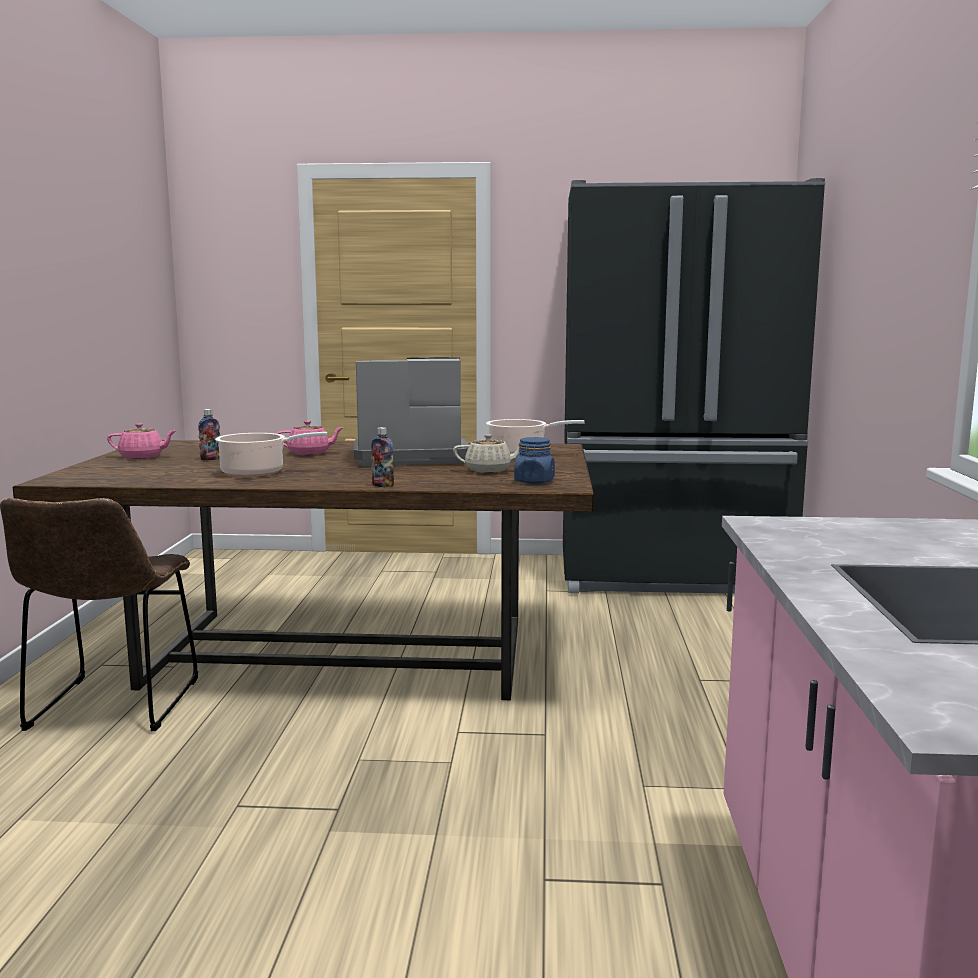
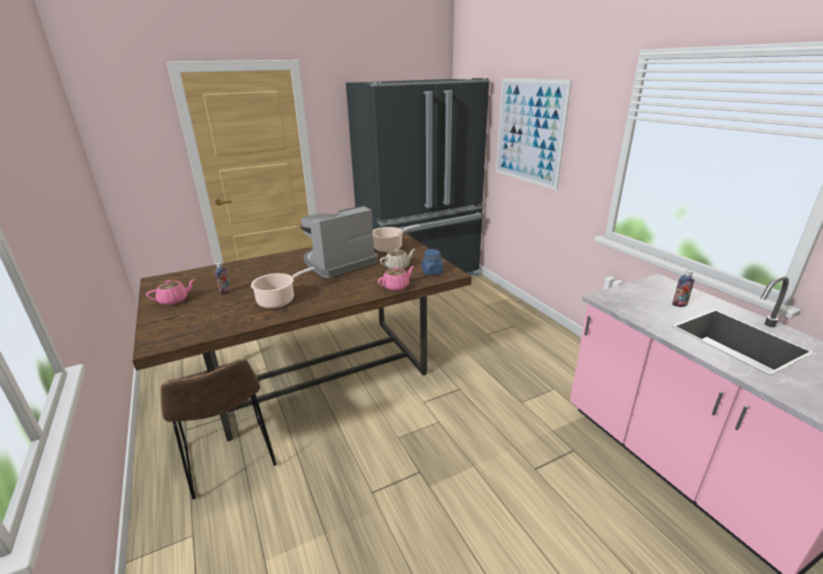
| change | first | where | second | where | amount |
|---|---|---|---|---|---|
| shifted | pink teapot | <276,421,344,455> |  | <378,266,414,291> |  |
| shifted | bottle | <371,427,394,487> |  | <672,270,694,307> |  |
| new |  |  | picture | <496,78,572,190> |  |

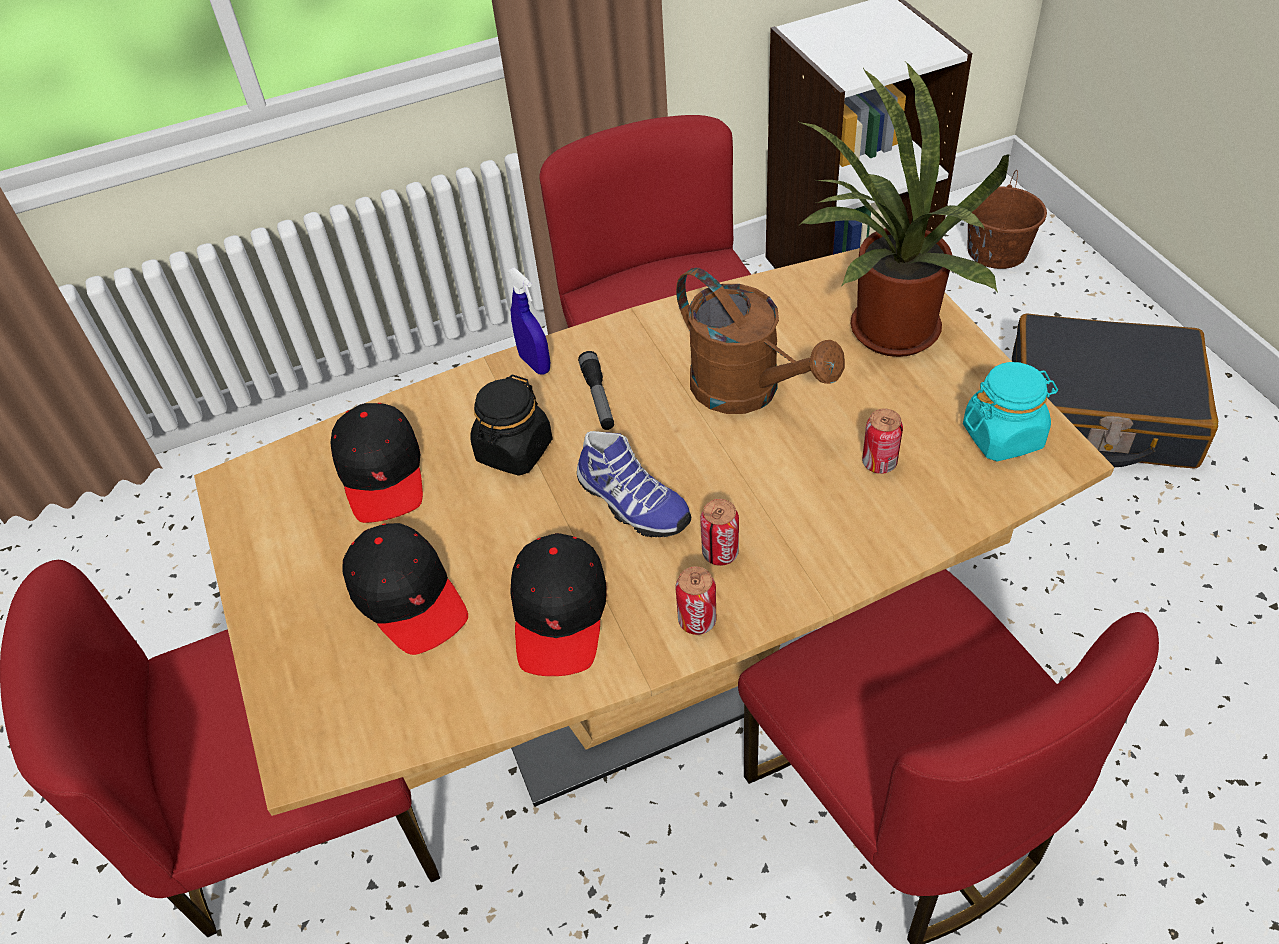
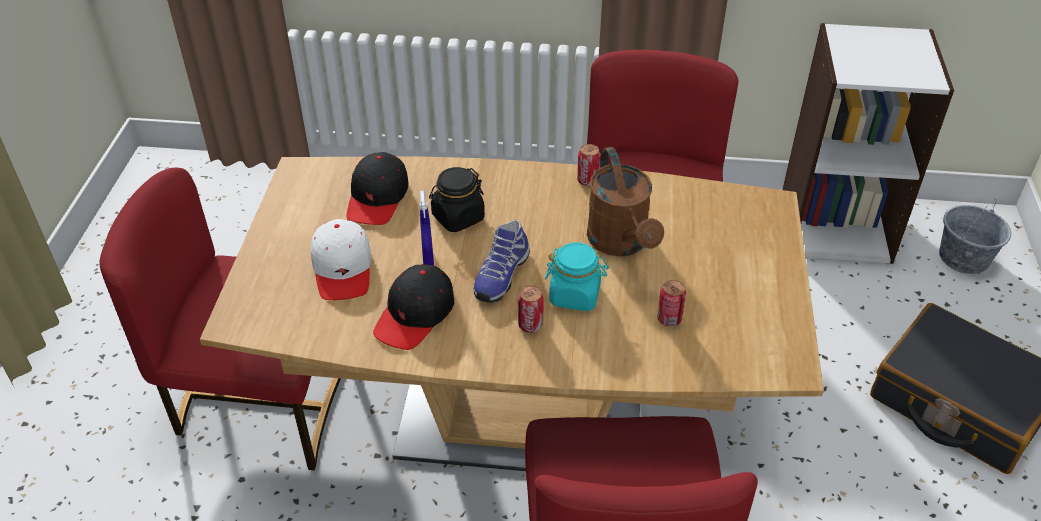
| change | first | where | second | where | amount |
|---|---|---|---|---|---|
| repainted | black cap | <342,523,468,655> | white cap | <311,219,371,300> |  |
| shifted | blue spray bottle | <508,268,550,374> |  | <420,190,434,266> |  |
| rotated | shoe | <577,431,691,537> |  | <474,220,530,303> | 45 degrees clockwise |
| gone | flashlight | <578,351,614,430> |  |  |  |
| shifted | can | <675,566,716,635> |  | <577,144,601,186> |  |
| gone | potted plant | <800,62,1009,357> |  |  |  |
| shifted | turquoise jar | <963,362,1058,461> |  | <545,242,609,311> |  |
| repainted | brown bucket | <968,170,1047,269> | grey bucket | <939,198,1011,274> |  |

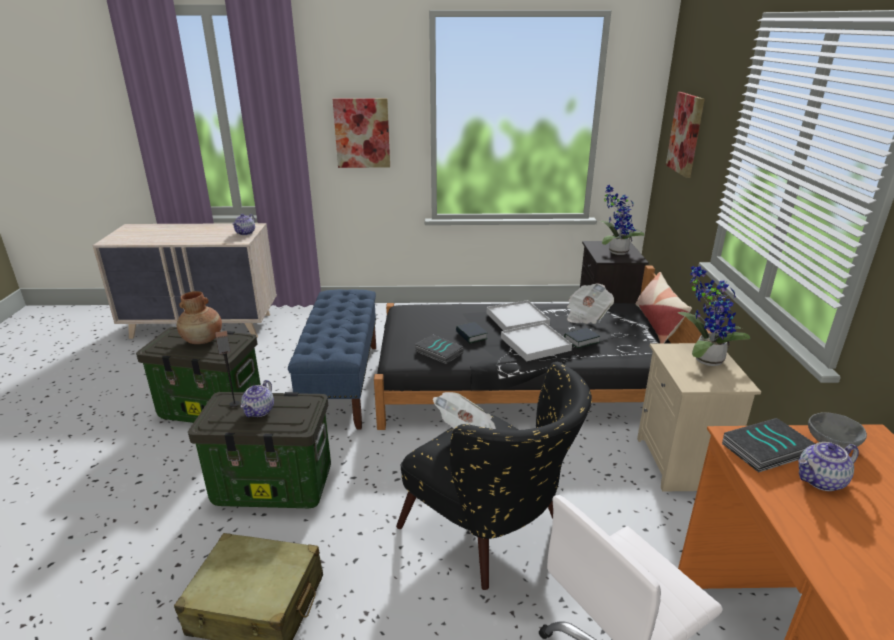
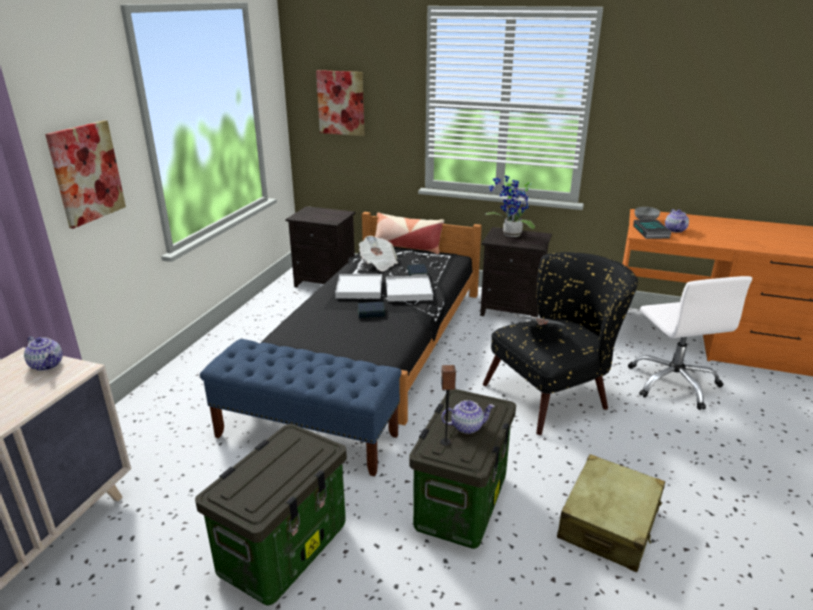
| change | first | where | second | where | amount |
|---|---|---|---|---|---|
| gone | brown vase | <177,291,222,344> |  |  |  |
| rotated | teapot | <240,380,274,417> |  | <441,400,495,434> | 45 degrees counterclockwise |
| gone | book | <414,335,464,364> |  |  |  |
| gone | potted plant | <600,185,644,255> |  |  |  |
| repainted | beige nightstand | <637,343,761,492> | black nightstand | <480,227,552,321> |  |

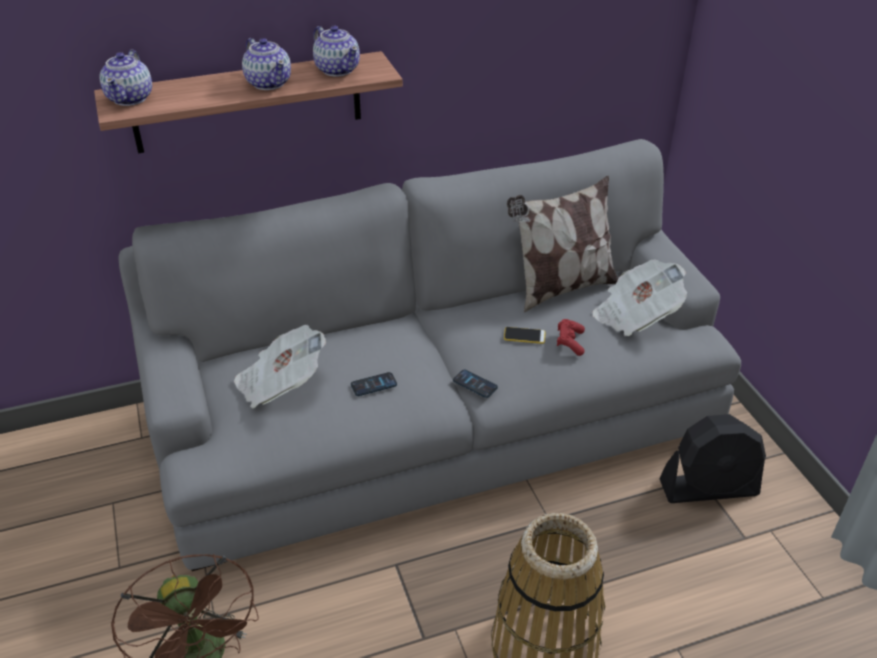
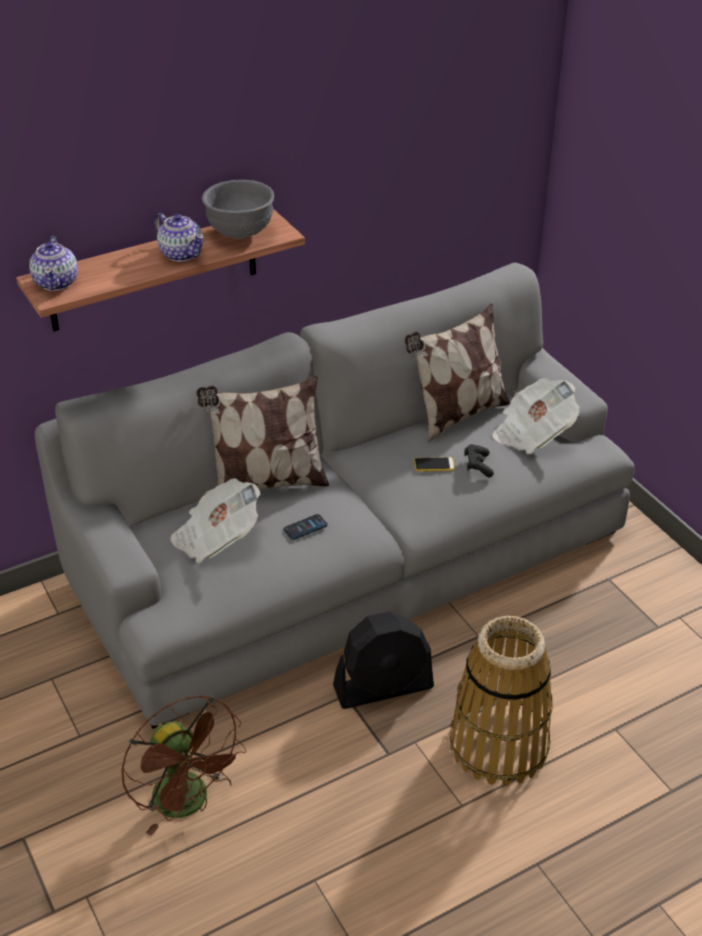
| change | first | where | second | where | amount |
|---|---|---|---|---|---|
| swapped | teapot | <313,26,360,77> | grey bowl | <202,180,274,239> |  |
| gone | phone | <453,369,498,398> |  |  |  |
| repainted | red game controller | <557,319,585,356> | black game controller | <464,444,494,477> |  |
| shifted | black fan | <659,414,766,503> |  | <333,611,434,709> |  |
| new |  |  | pillow | <197,375,329,490> |  |

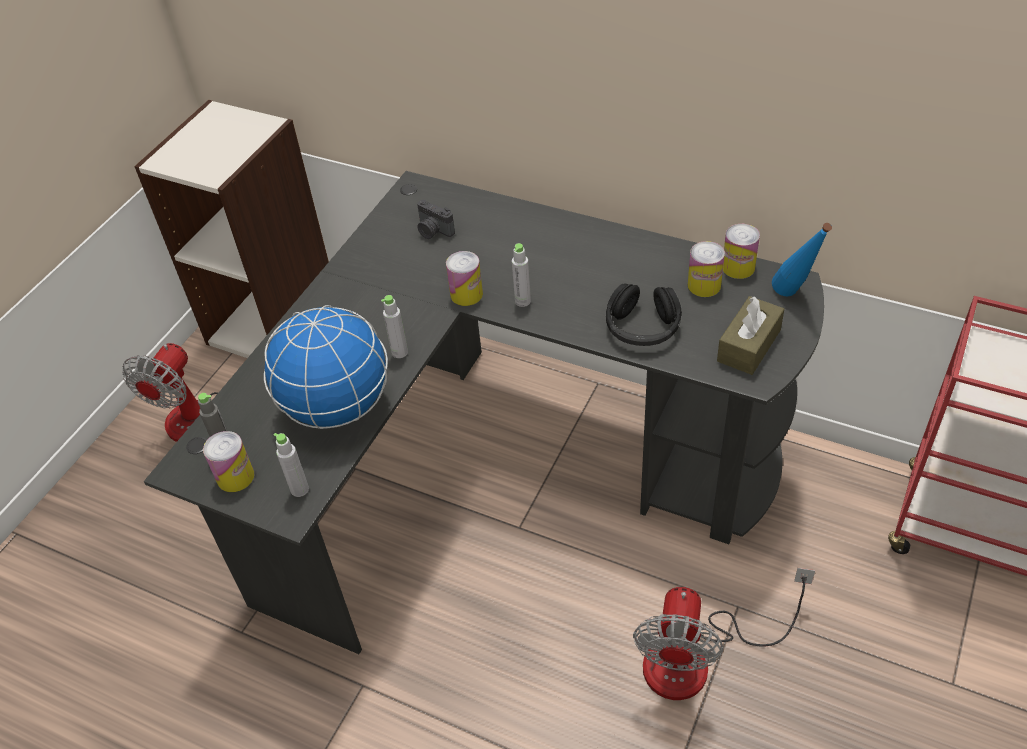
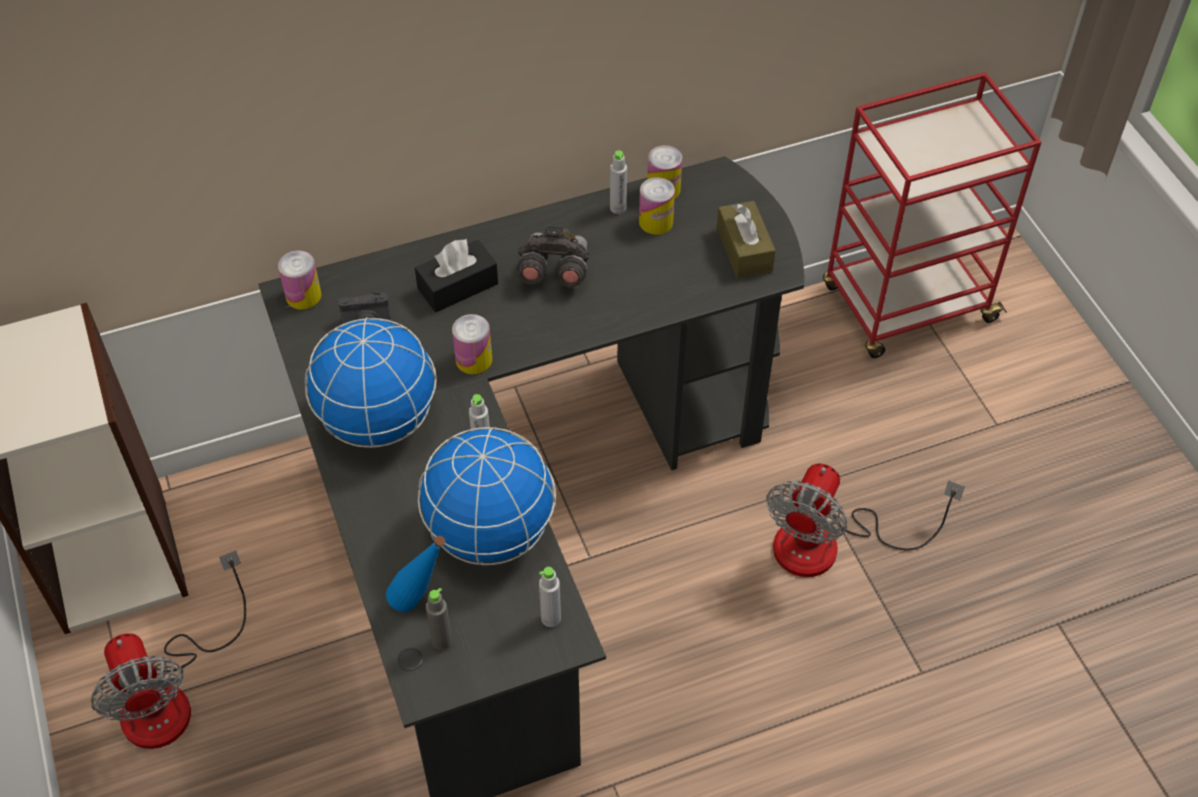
| change | first | where | second | where | amount |
|---|---|---|---|---|---|
| shifted | can | <203,431,254,492> |  | <278,251,322,309> |  |
| shifted | grey bottle | <512,243,531,307> |  | <610,150,627,214> |  |
| gone | black headphones | <606,283,682,346> |  |  |  |
| rotated | fan | <633,568,815,700> |  | <766,463,965,577> | 60 degrees clockwise |
| shifted | blue bottle | <772,223,832,296> |  | <386,536,445,612> |  |
| new |  |  | globe | <305,317,437,448> |  |
| new |  |  | black tissue box | <415,239,498,312> |  |
| new |  |  | grey binoculars | <517,226,589,288> |  |

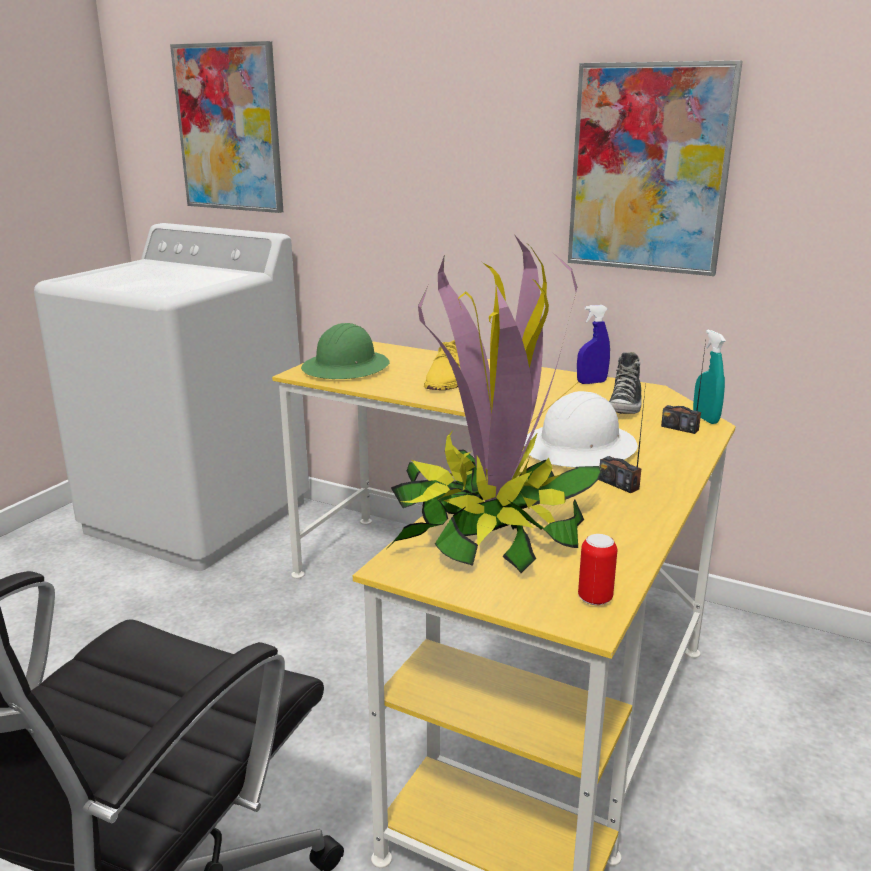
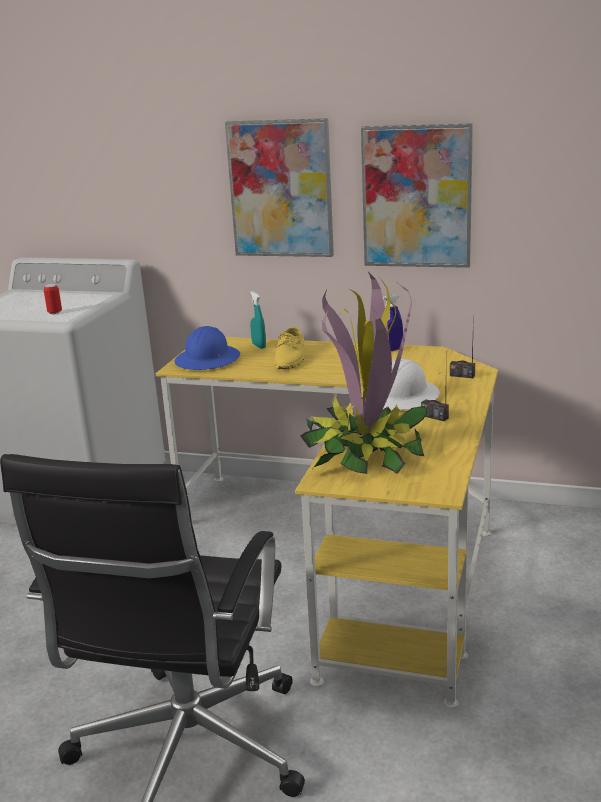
| change | first | where | second | where | amount |
|---|---|---|---|---|---|
| shifted | picture | <170,41,283,213> |  | <225,118,334,257> |  |
| repainted | green hard hat | <301,323,390,379> | blue hard hat | <175,326,240,370> |  |
| shifted | can | <578,534,617,605> |  | <44,284,62,314> |  |
| gone | shoe | <609,352,642,414> |  |  |  |
| shifted | turquoise spray bottle | <693,330,726,424> |  | <250,291,266,349> |  |

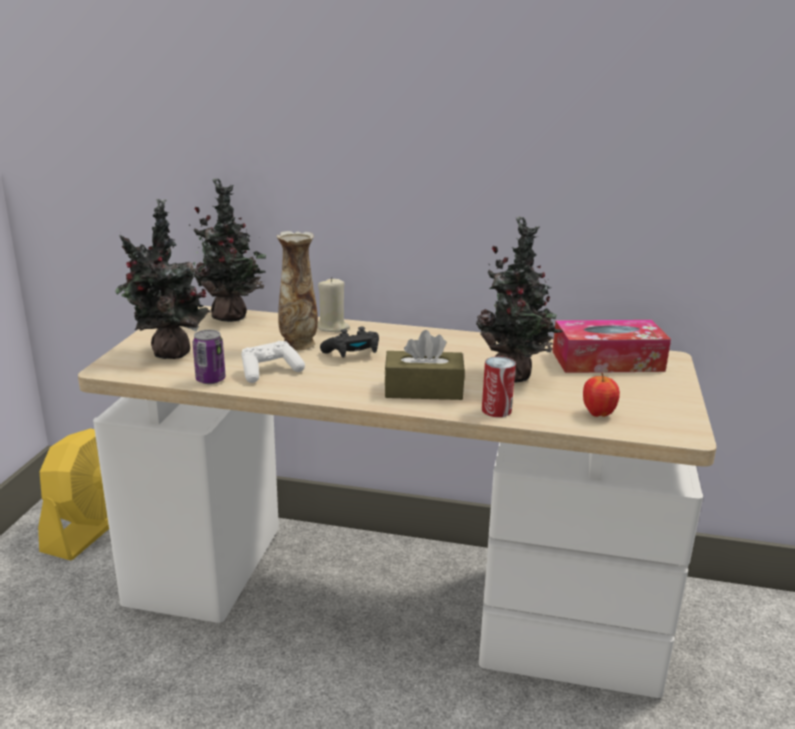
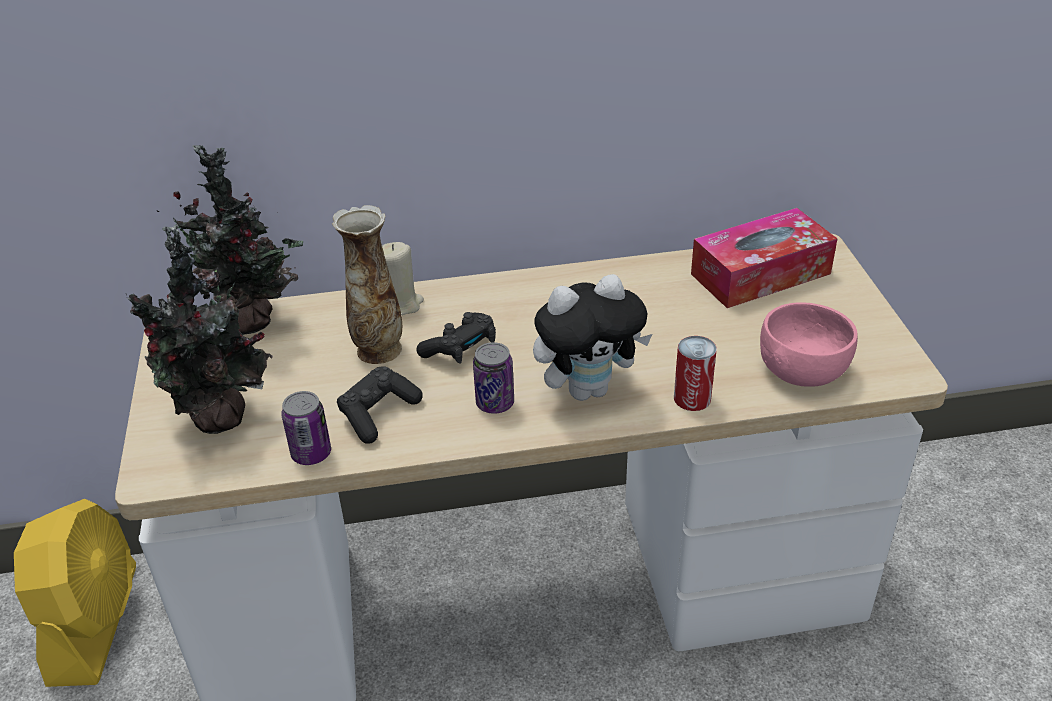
| change | first | where | second | where | amount |
|---|---|---|---|---|---|
| repainted | white game controller | <241,341,305,383> | black game controller | <337,366,423,444> |  |
| swapped | brown tissue box | <384,330,465,400> | plush toy | <533,274,652,401> |  |
| gone | potted plant | <476,216,563,382> |  |  |  |
| swapped | apple | <583,373,620,417> | pink bowl | <760,303,858,387> |  |
| new |  |  | can | <473,342,514,414> |  |

